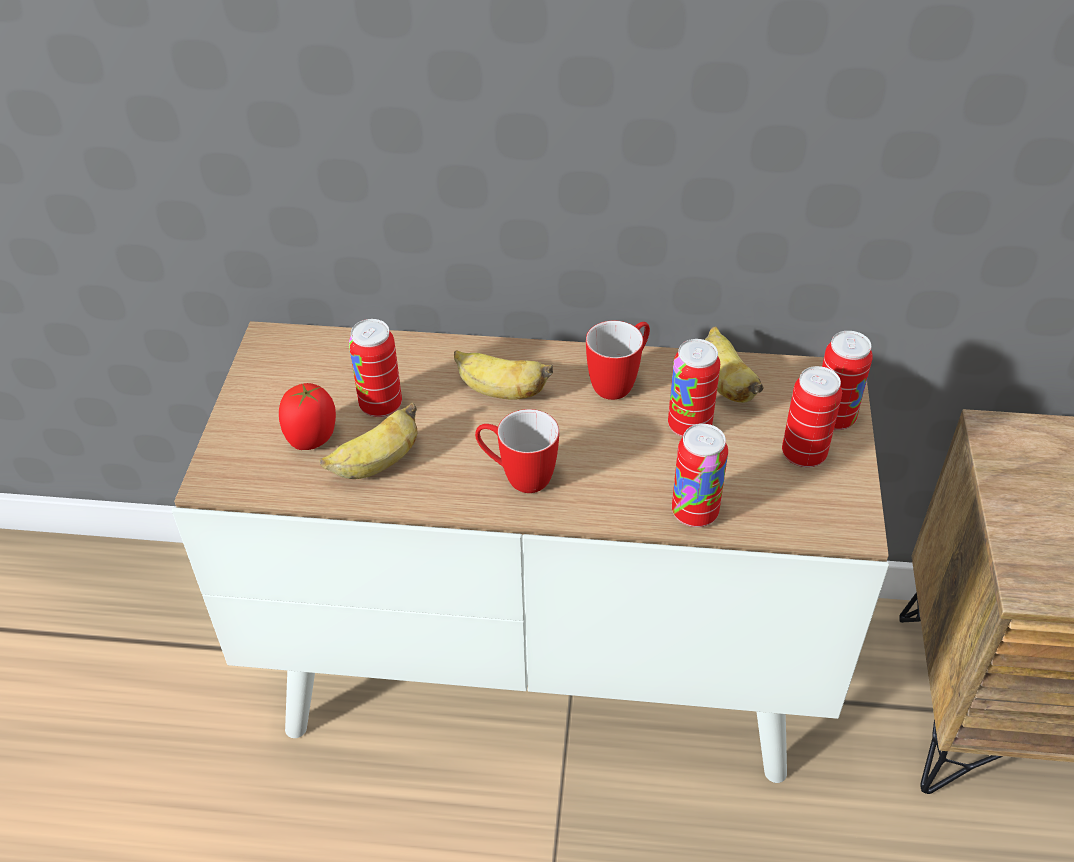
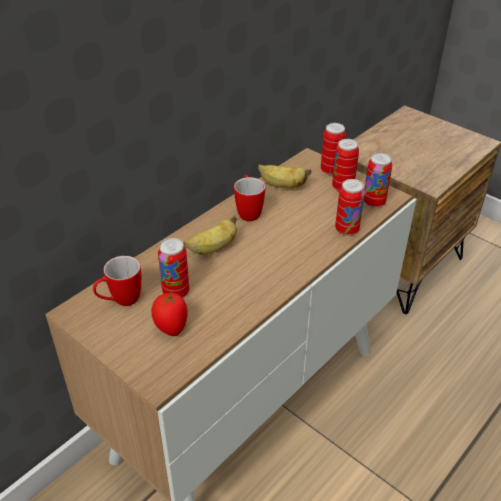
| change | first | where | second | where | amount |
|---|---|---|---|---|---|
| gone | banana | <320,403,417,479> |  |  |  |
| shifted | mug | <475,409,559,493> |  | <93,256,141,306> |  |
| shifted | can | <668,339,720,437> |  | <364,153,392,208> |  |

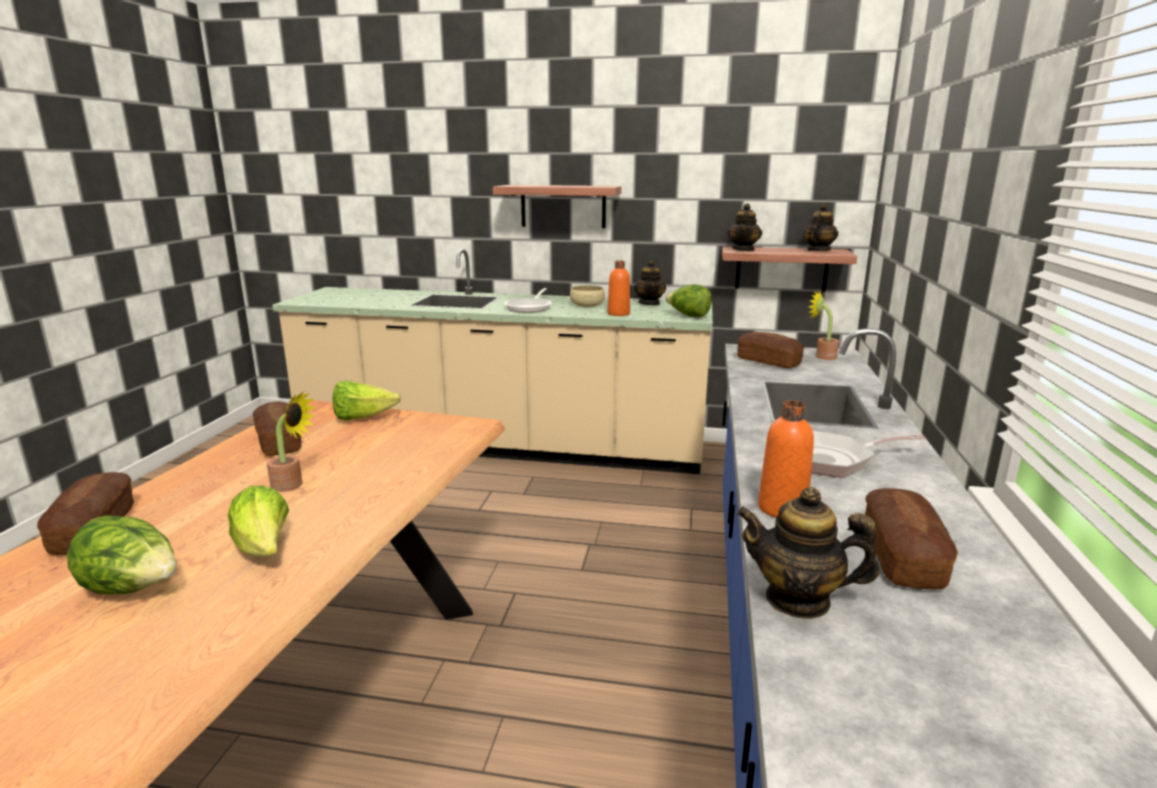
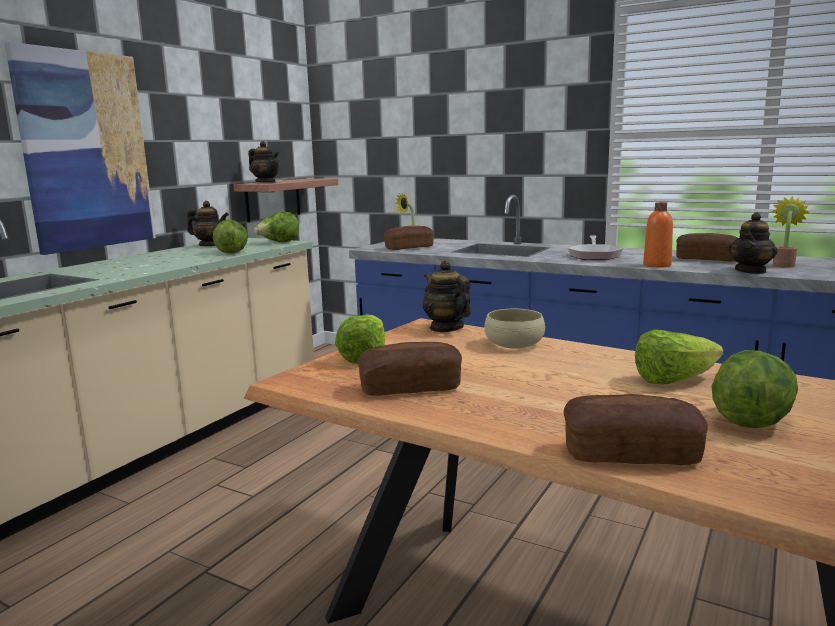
| change | first | where | second | where | amount |
|---|---|---|---|---|---|
| shifted | potted plant | <267,392,315,492> |  | <772,196,809,268> |  |
| swapped | shelf | <493,185,622,228> | picture | <5,42,156,255> |  |
| gone | frying pan | <504,288,552,313> |  |  |  |
| shifted | beige bowl | <570,285,605,307> |  | <484,309,545,349> |  |
| swapped | orange bottle | <608,261,630,316> | lettuce | <213,220,248,254> |  |
| shifted | teapot | <803,204,838,251> |  | <423,260,471,332> |  |

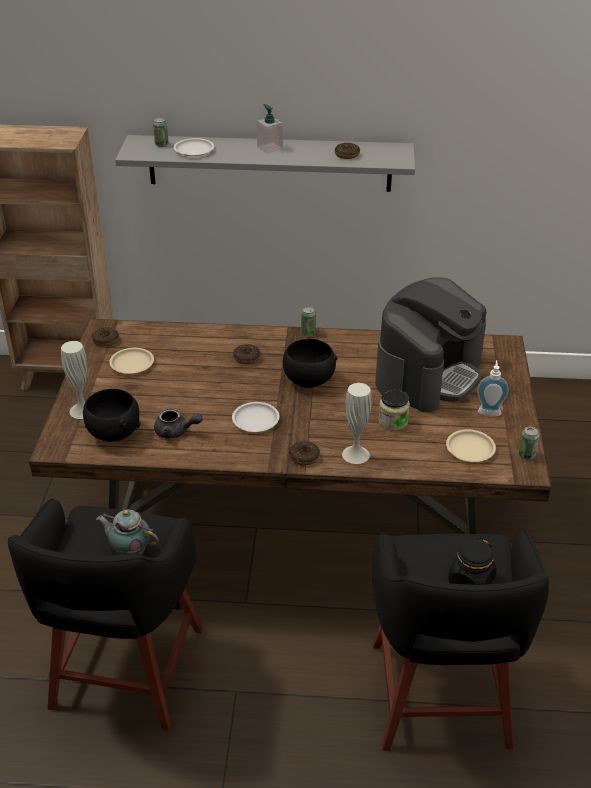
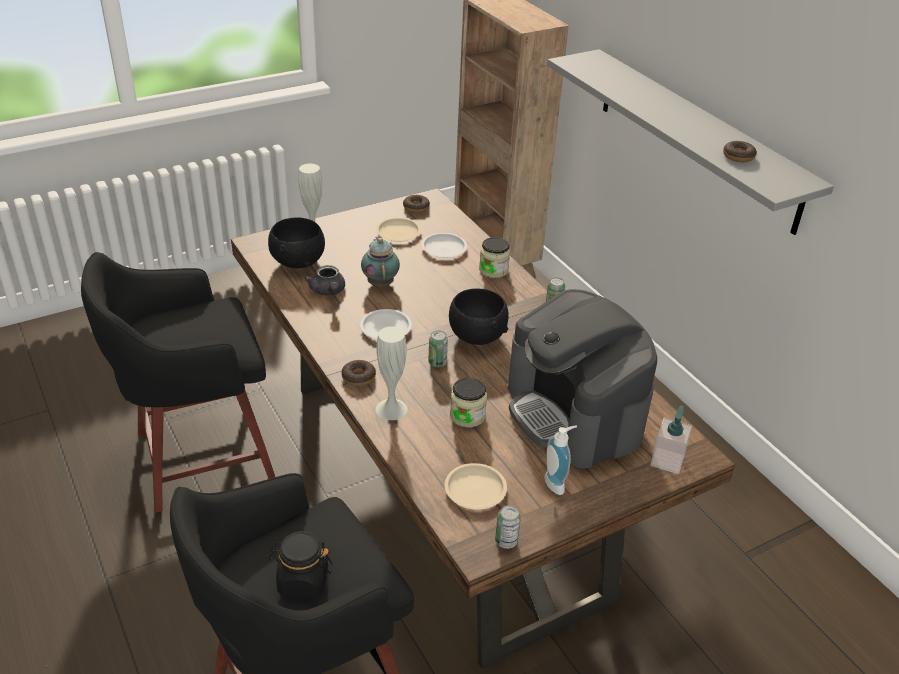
| change | first | where | second | where | amount |
|---|---|---|---|---|---|
| shifted | teapot | <96,509,159,555> |  | <361,237,400,287> |  |
| shifted | can | <153,118,169,147> |  | <428,331,448,367> |  |
| shifted | white plate | <174,138,214,156> |  | <421,233,467,258> |  |
| gone | donut | <233,344,260,364> |  |  |  |
| shifted | soap dispenser | <256,104,283,154> |  | <651,405,692,474> |  |
| rotated | coffee machine | <375,277,486,412> |  | <508,289,657,468> | 60 degrees clockwise |
| new |  |  | jar | <479,237,510,278> |  |

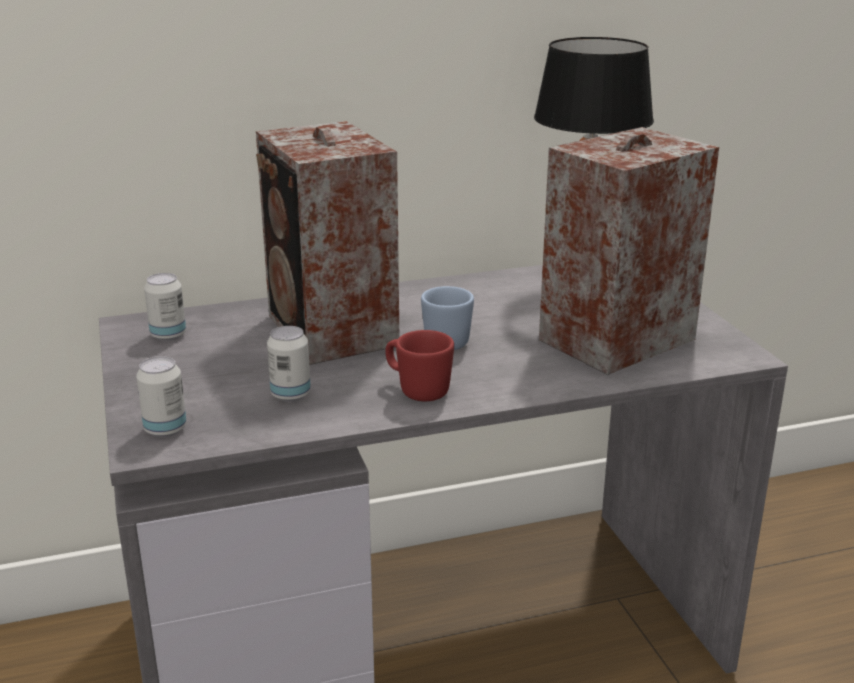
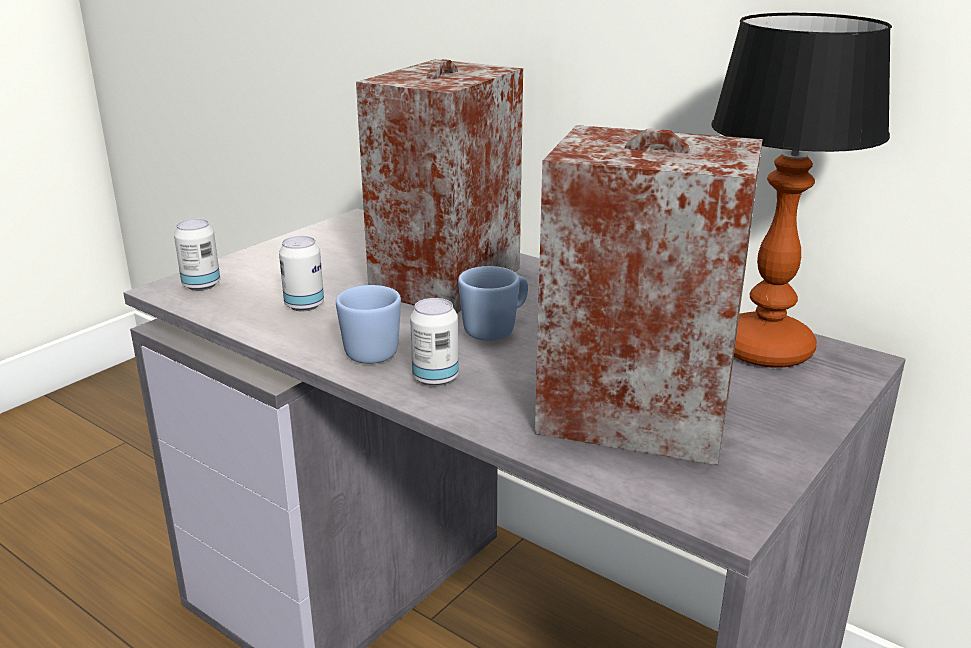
| change | first | where | second | where | amount |
|---|---|---|---|---|---|
| shifted | can | <144,273,186,341> |  | <410,298,459,386> |  |
| repainted | red mug | <385,330,454,401> | blue mug | <336,285,401,364> |  |

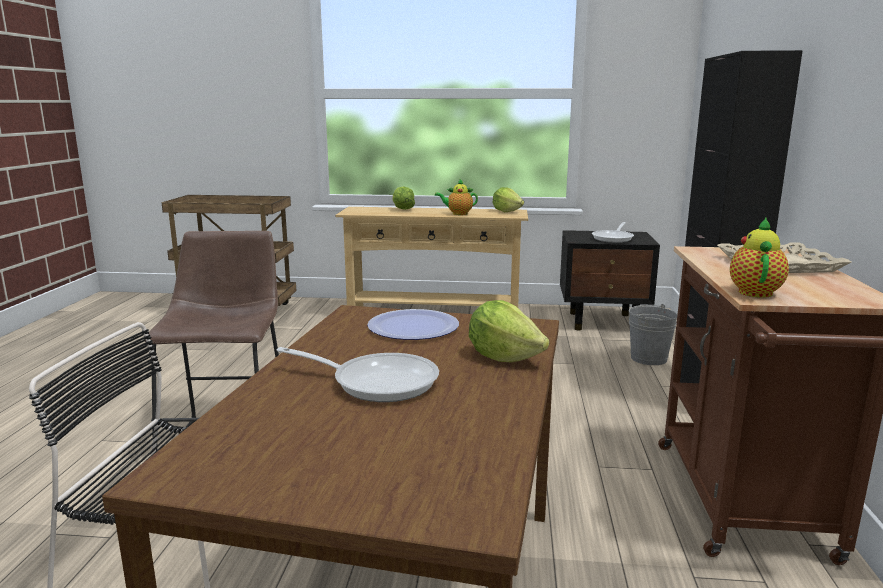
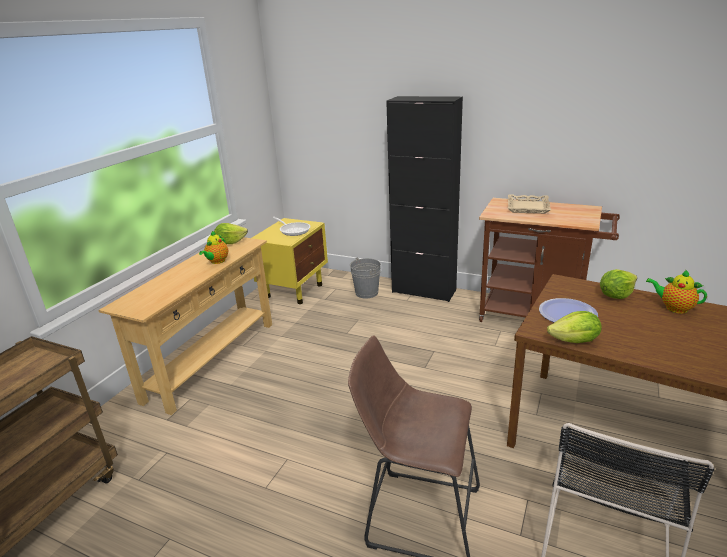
| change | first | where | second | where | amount |
|---|---|---|---|---|---|
| gone | frying pan | <277,347,439,402> |  |  |  |
| shifted | lettuce | <392,186,415,210> |  | <547,311,602,343> |  |
| repainted | black nightstand | <560,230,660,331> | yellow nightstand | <252,218,328,304> |  |
| shifted | teapot | <730,218,789,298> |  | <646,269,707,314> |  |

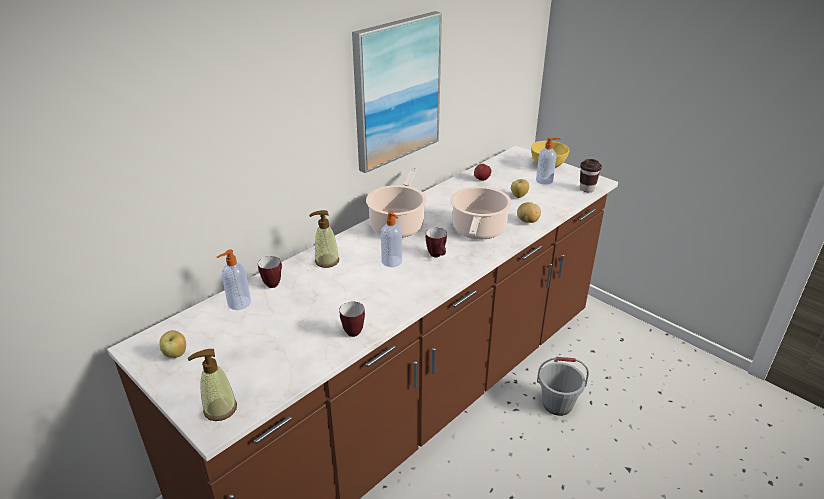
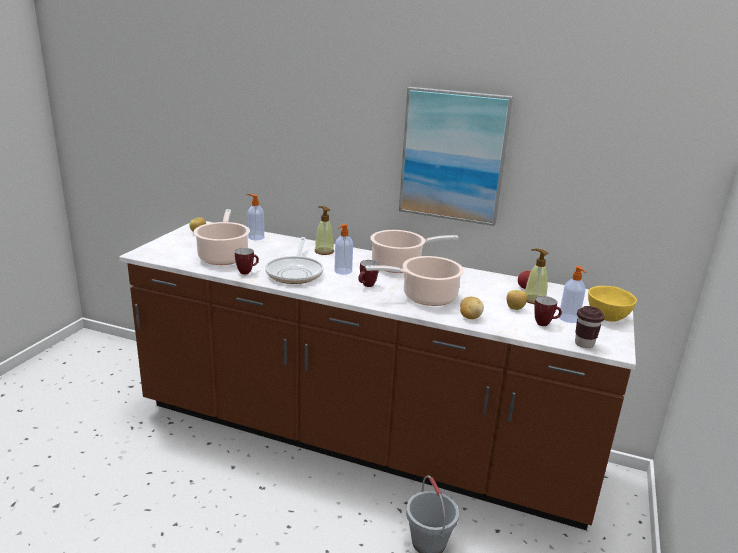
| change | first | where | second | where | amount |
|---|---|---|---|---|---|
| shifted | soap dispenser | <188,349,237,421> |  | <525,249,549,304> |  |
| shifted | mug | <258,256,282,288> |  | <534,296,562,326> |  |
| new |  |  | cooking pot | <193,209,250,265> |  |
| new |  |  | frying pan | <265,237,323,284> |  |

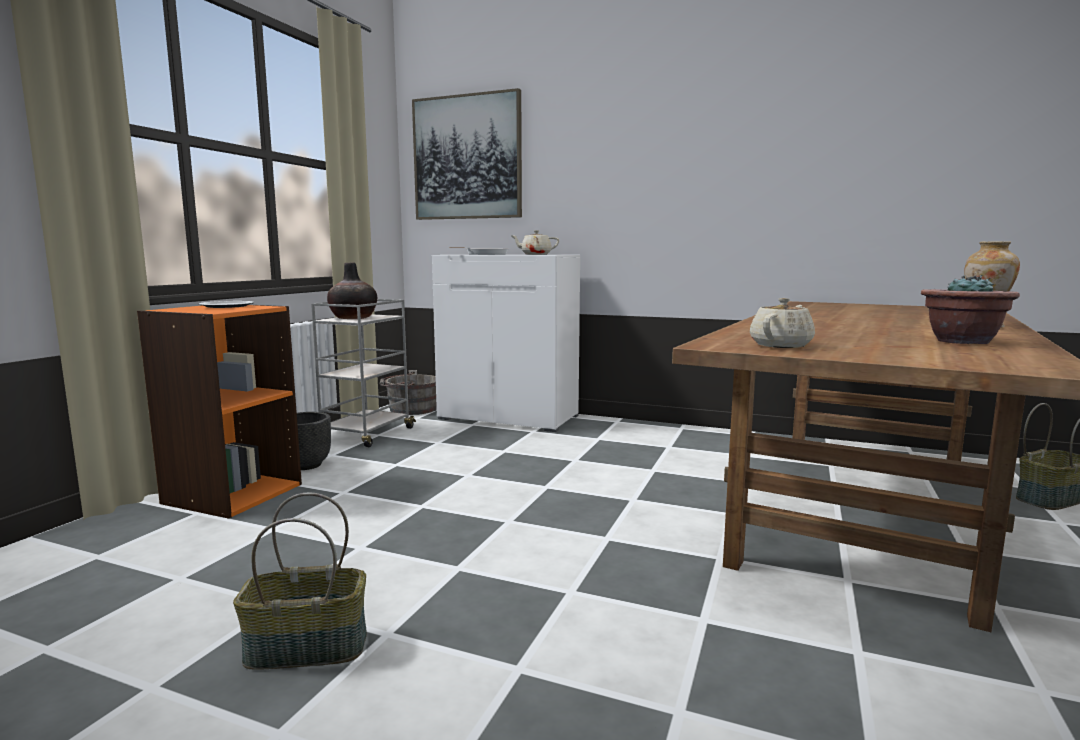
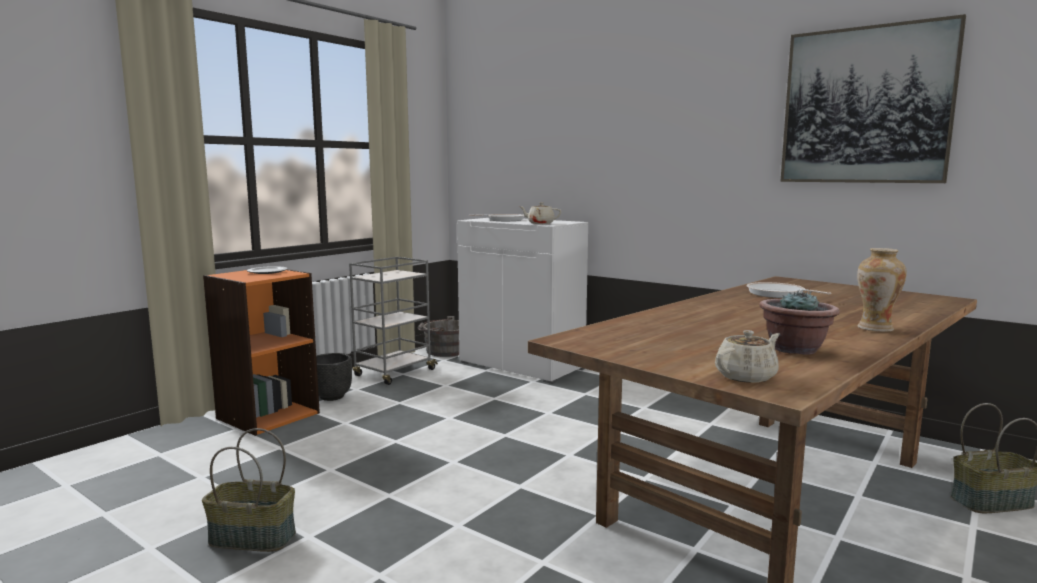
| change | first | where | second | where | amount |
|---|---|---|---|---|---|
| gone | vase | <327,262,377,319> |  |  |  |
| shifted | picture | <412,88,522,220> |  | <780,14,966,183> |  |
| shifted | beige teapot | <750,298,815,348> |  | <715,330,780,383> |  |
| new |  |  | frying pan | <746,282,831,298> |  |

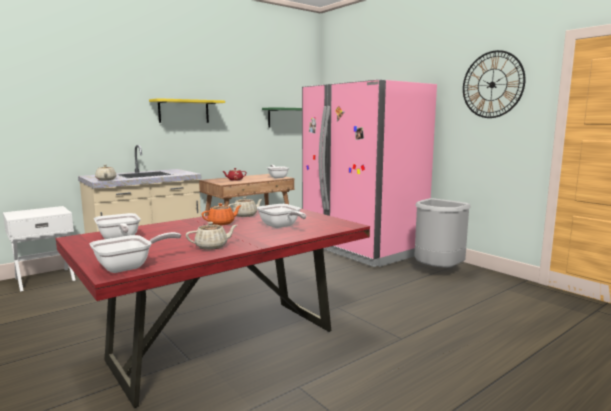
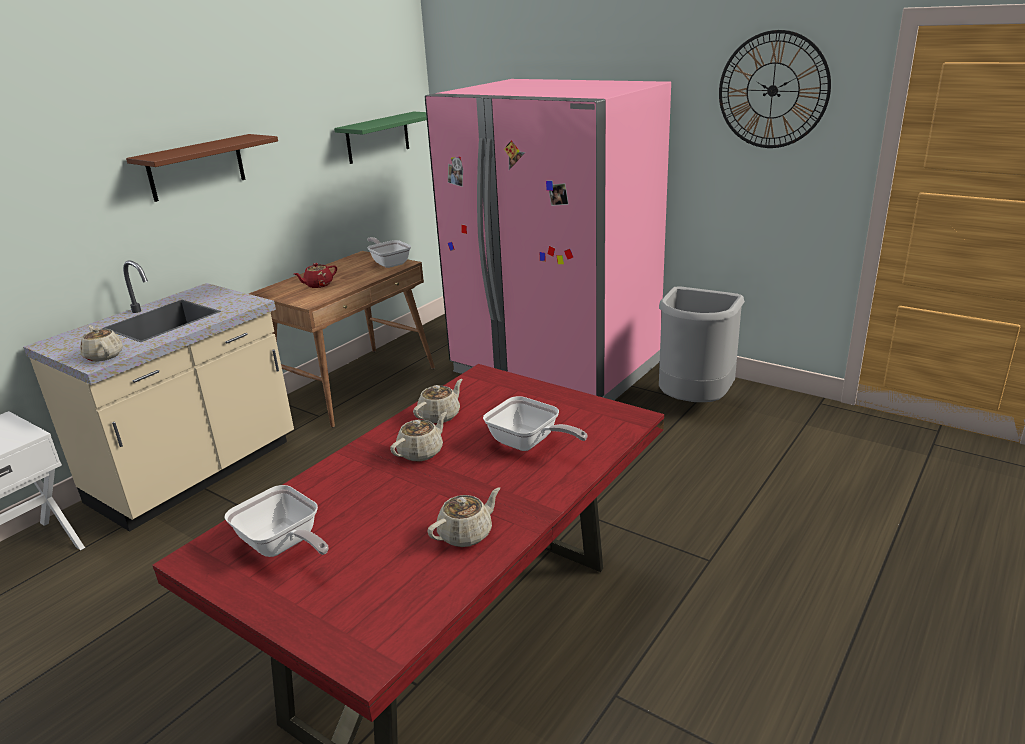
| change | first | where | second | where | amount |
|---|---|---|---|---|---|
| gone | frying pan | <90,232,181,273> |  |  |  |
| repainted | yellow shelf | <149,98,225,123> | brown shelf | <126,134,278,202> |  |
| repainted | orange teapot | <201,203,242,225> | beige teapot | <390,412,447,461> |  |

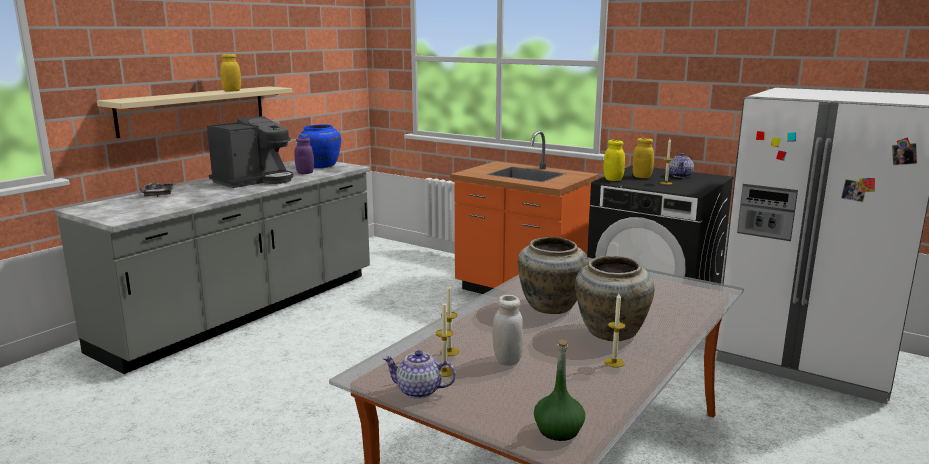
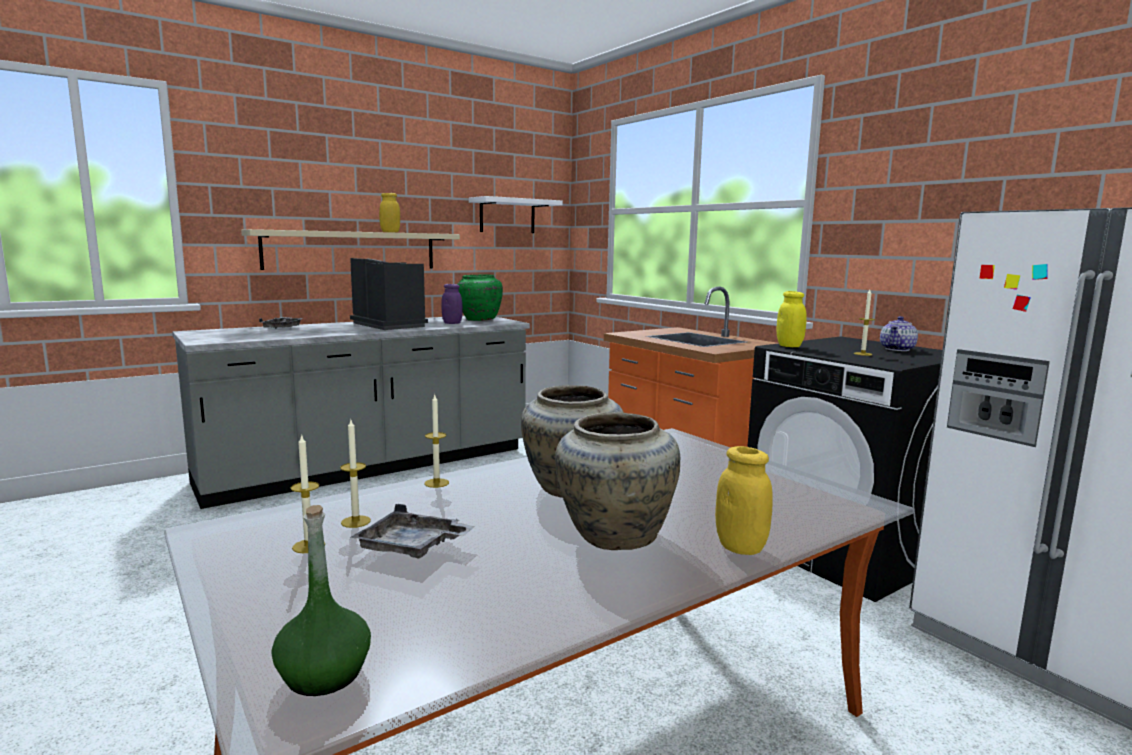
| change | first | where | second | where | amount |
|---|---|---|---|---|---|
| rotated | coffee machine | <207,116,293,188> |  | <350,258,428,330> | 105 degrees counterclockwise |
| repainted | blue vase | <298,124,341,168> | green vase | <457,274,503,321> |  |
| gone | teapot | <382,350,456,399> |  |  |  |
| swapped | white jar | <492,295,523,366> | grey tray | <351,504,475,559> |  |
| shifted | candle | <604,293,626,368> |  | <424,395,449,488> |  |
| shifted | yellow jar | <632,138,654,178> |  | <715,446,773,555> |  |
| new |  |  | white shelf | <469,196,563,233> |  |

